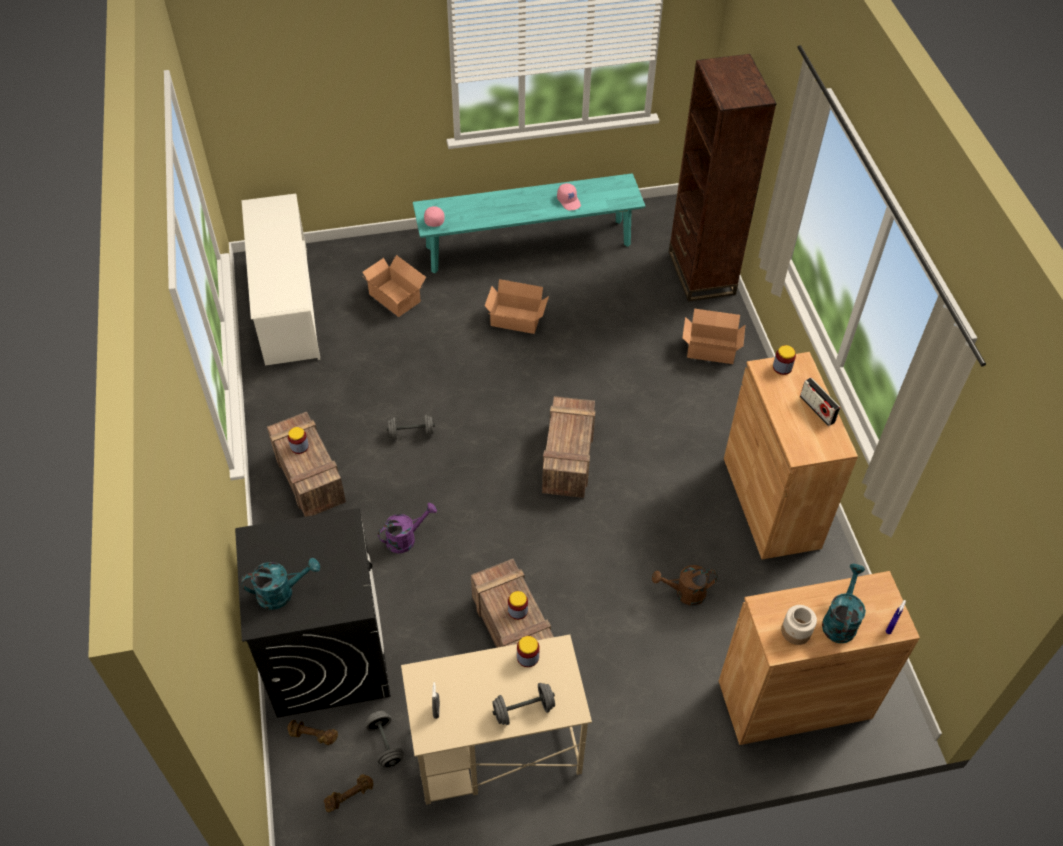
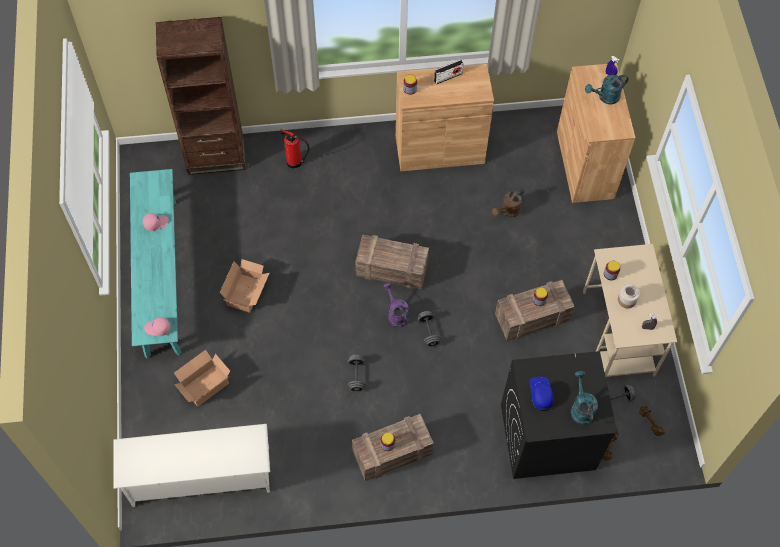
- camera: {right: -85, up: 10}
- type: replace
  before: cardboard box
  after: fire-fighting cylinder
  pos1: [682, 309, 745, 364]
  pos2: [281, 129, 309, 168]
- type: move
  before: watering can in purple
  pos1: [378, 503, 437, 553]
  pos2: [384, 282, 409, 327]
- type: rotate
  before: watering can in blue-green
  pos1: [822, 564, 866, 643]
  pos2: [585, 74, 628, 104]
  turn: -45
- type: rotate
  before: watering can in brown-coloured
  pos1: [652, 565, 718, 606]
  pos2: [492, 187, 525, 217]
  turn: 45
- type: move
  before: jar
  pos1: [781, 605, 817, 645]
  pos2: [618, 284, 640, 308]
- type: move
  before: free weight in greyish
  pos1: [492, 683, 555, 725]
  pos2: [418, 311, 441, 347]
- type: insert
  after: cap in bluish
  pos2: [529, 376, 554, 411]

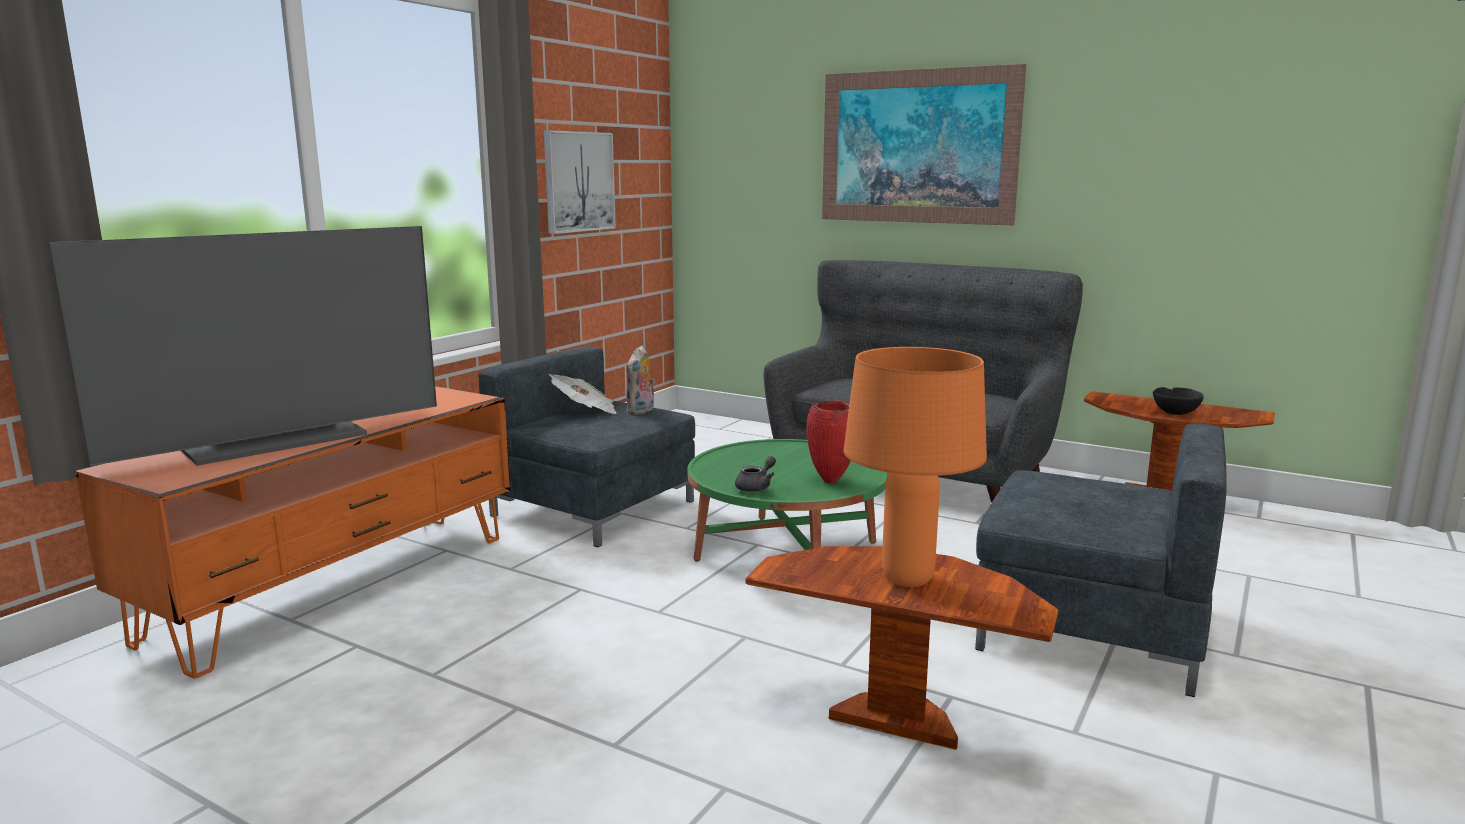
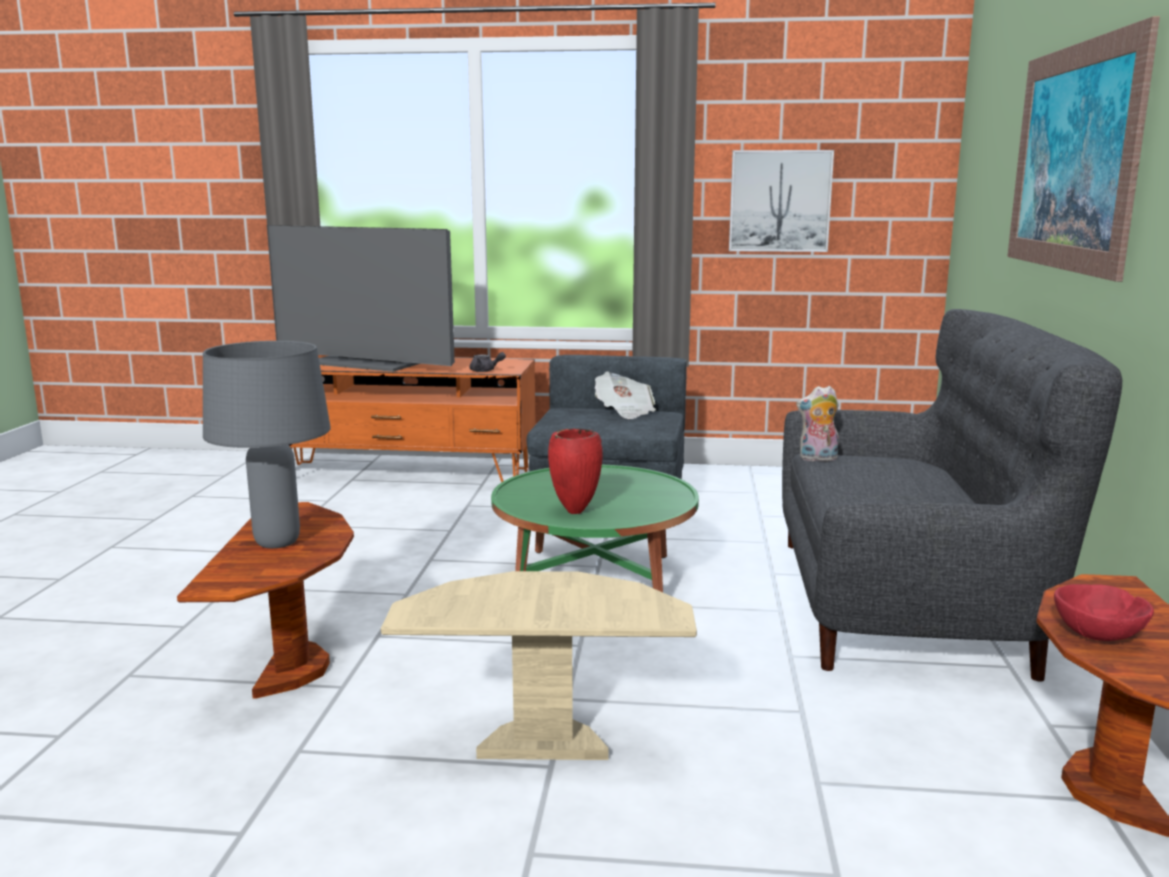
- camera: {right: 65, up: 0}
- type: move
  before: cuddly toy
  pos1: [626, 345, 655, 415]
  pos2: [796, 386, 839, 462]
- type: recolor
  before: lamp for a table in orange
  after: lamp for a table in greyish
  pos1: [843, 347, 987, 587]
  pos2: [203, 341, 331, 548]
- type: recolor
  before: deep dish in black-coloured
  after: deep dish in reddish
  pos1: [1153, 387, 1204, 415]
  pos2: [1054, 584, 1154, 641]
- type: replace
  before: armchair in greyish
  after: accent table in beige-coloured
  pos1: [975, 423, 1227, 697]
  pos2: [381, 571, 697, 760]
- type: move
  before: tea pot in greyish
  pos1: [735, 456, 776, 492]
  pos2: [470, 352, 506, 372]

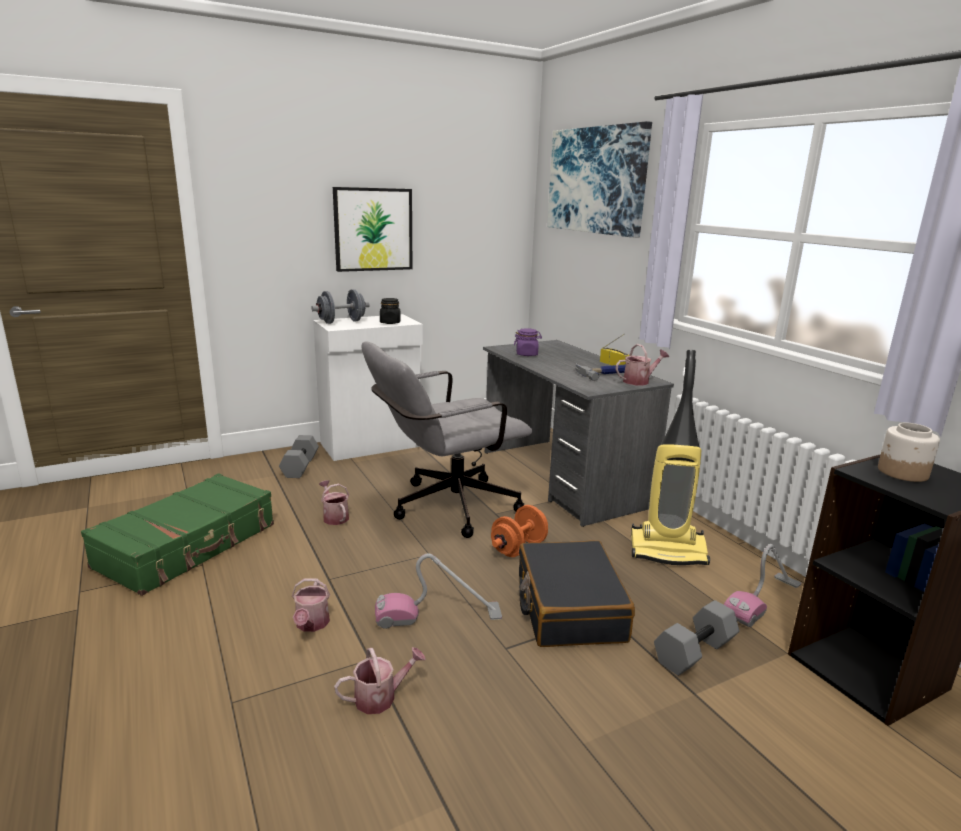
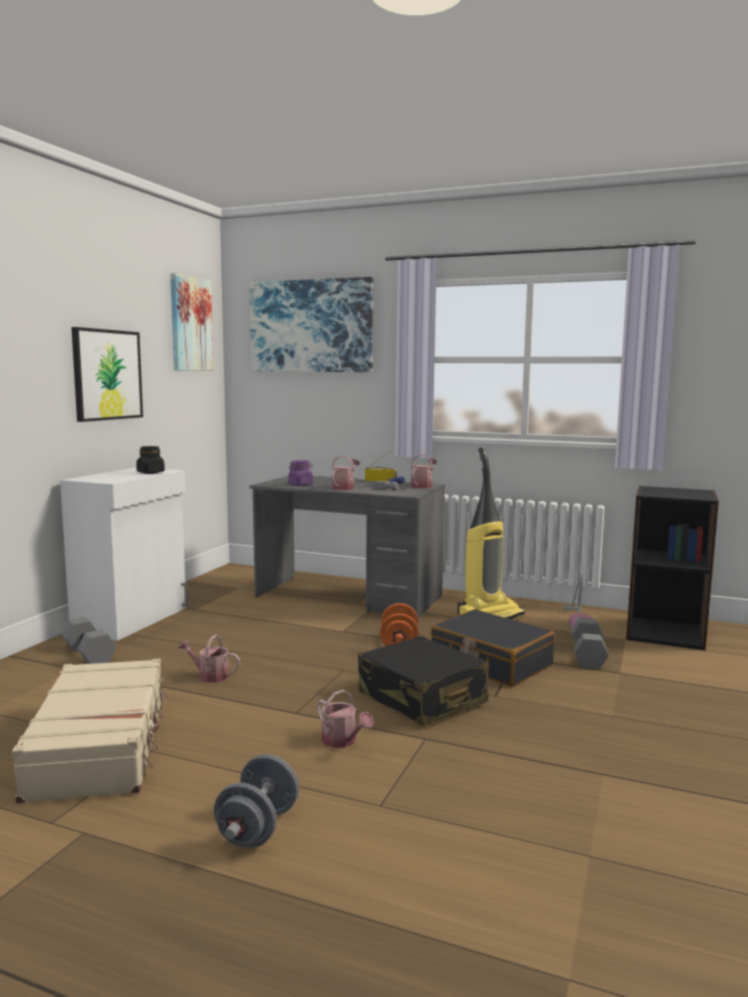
- camera: {right: -40, up: -10}
- type: move
  before: free weight in greyish
  pos1: [311, 289, 370, 324]
  pos2: [214, 754, 299, 848]
- type: delete
  before: desk chair in greyish
  pos1: [362, 341, 532, 538]
- type: delete
  before: jar
  pos1: [878, 423, 940, 482]
- type: recolor
  before: suitcase in green
  after: suitcase in beige-coloured
  pos1: [81, 473, 274, 596]
  pos2: [12, 659, 169, 804]
- type: replace
  before: vacuum cleaner
  after: suitcase in black-coloured
  pos1: [375, 553, 502, 629]
  pos2: [358, 636, 489, 726]
- type: move
  before: watering can
  pos1: [334, 647, 426, 714]
  pos2: [332, 455, 360, 490]
- type: insert
  after: wall art
  pos2: [170, 273, 214, 371]

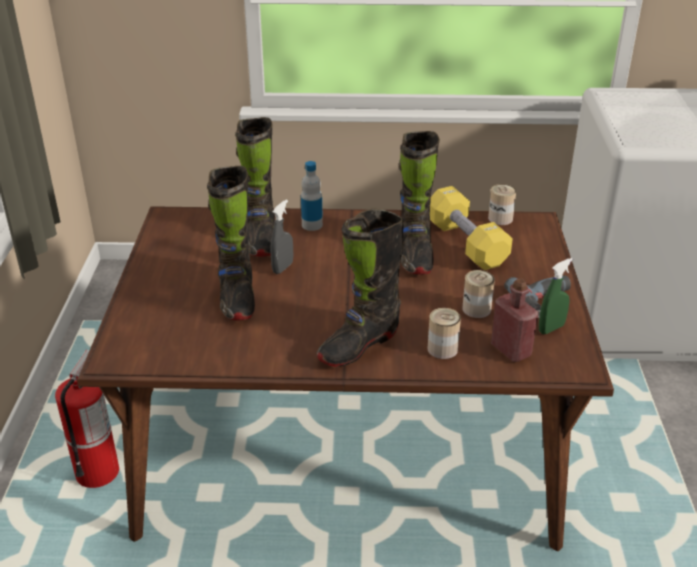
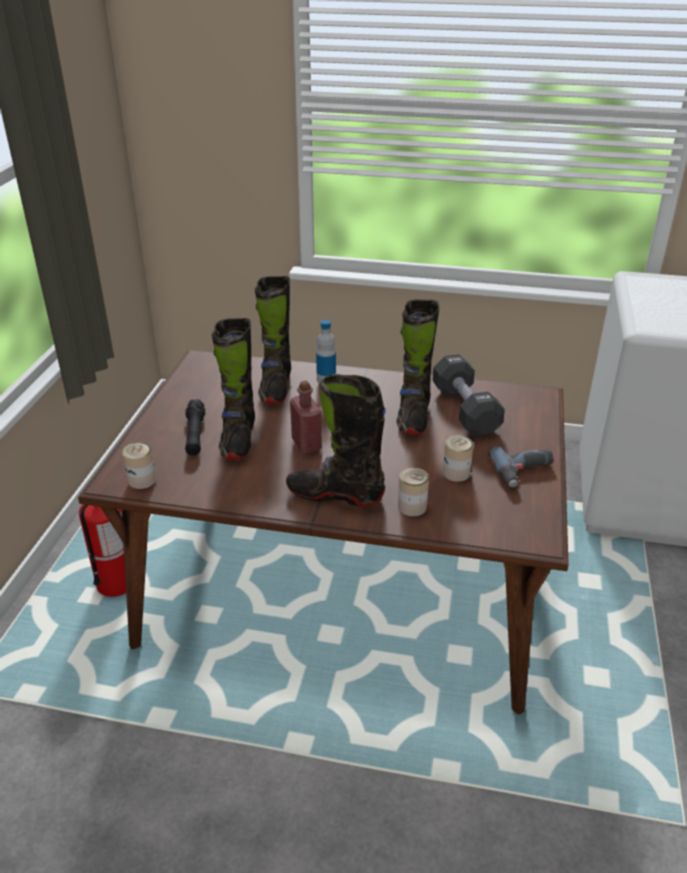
- camera: {right: 10, up: 0}
- type: move
  before: metal can
  pos1: [488, 184, 516, 225]
  pos2: [122, 442, 156, 489]
- type: recolor
  before: free weight in yellow-coloured
  after: free weight in black-coloured
  pos1: [430, 186, 513, 270]
  pos2: [433, 354, 505, 437]
- type: delete
  before: spray bottle in greyish
  pos1: [270, 200, 293, 274]
- type: rotate
  before: tall boot in black-coloured
  pos1: [317, 209, 403, 367]
  pos2: [286, 374, 386, 506]
  turn: 45
- type: delete
  before: spray bottle in green
  pos1: [539, 258, 573, 334]
- type: move
  before: drink bottle in reddish
  pos1: [491, 278, 539, 362]
  pos2: [290, 380, 322, 454]
- type: insert
  after: torch in black-coloured
  pos2: [185, 399, 205, 456]

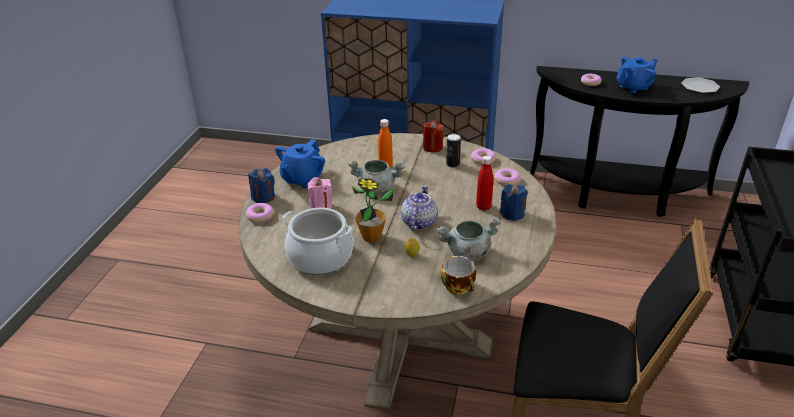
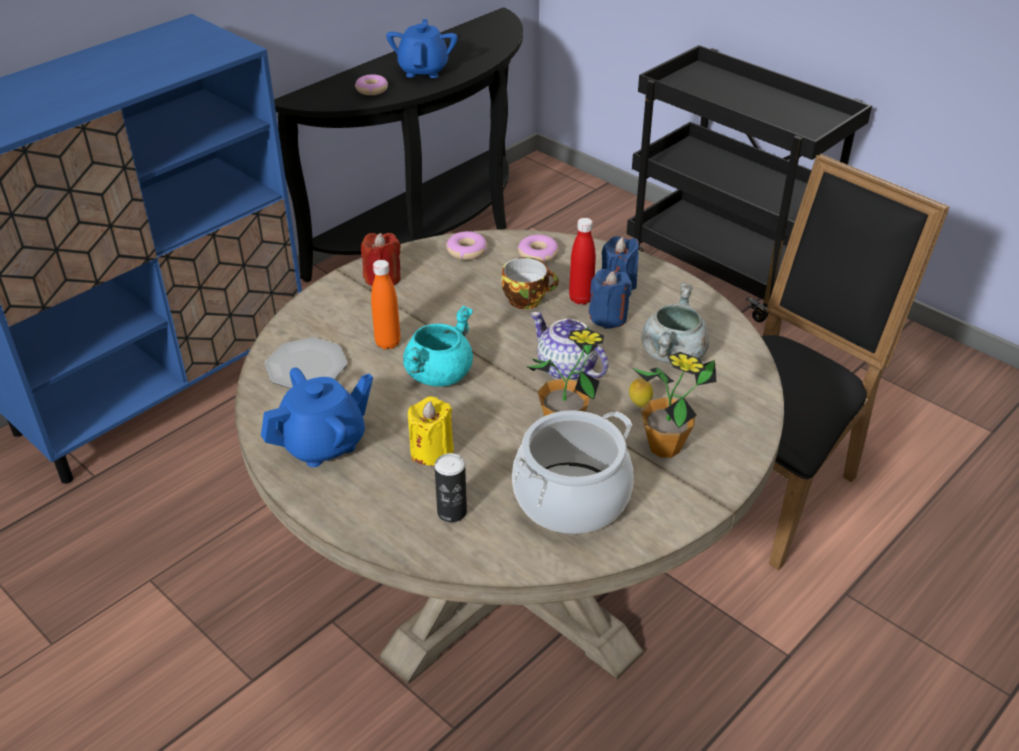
- camera: {right: -60, up: 5}
- type: move
  before: dinner plate
  pos1: [681, 77, 720, 93]
  pos2: [264, 337, 348, 389]
- type: move
  before: metal can
  pos1: [446, 134, 461, 167]
  pos2: [434, 453, 467, 522]
- type: rotate
  before: tea pot in bluish
  pos1: [275, 139, 325, 188]
  pos2: [261, 368, 373, 467]
  turn: -90
- type: recolor
  before: saucepot in greyish
  after: saucepot in blue-green
  pos1: [348, 160, 405, 194]
  pos2: [403, 306, 473, 387]
- type: move
  before: wax light in bluish
  pos1: [248, 168, 275, 203]
  pos2: [589, 269, 632, 329]
- type: recolor
  before: wax light in pink
  after: wax light in yellow-coloured
  pos1: [307, 177, 332, 209]
  pos2: [408, 396, 454, 466]
- type: delete
  before: donut
  pos1: [246, 203, 274, 223]
- type: move
  before: drinking cup
  pos1: [441, 256, 476, 295]
  pos2: [501, 257, 559, 309]
- type: insert
  after: houseplant
  pos2: [632, 352, 717, 458]

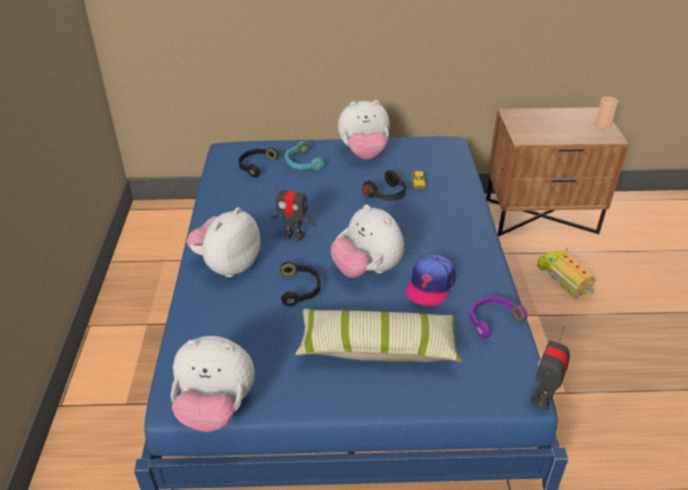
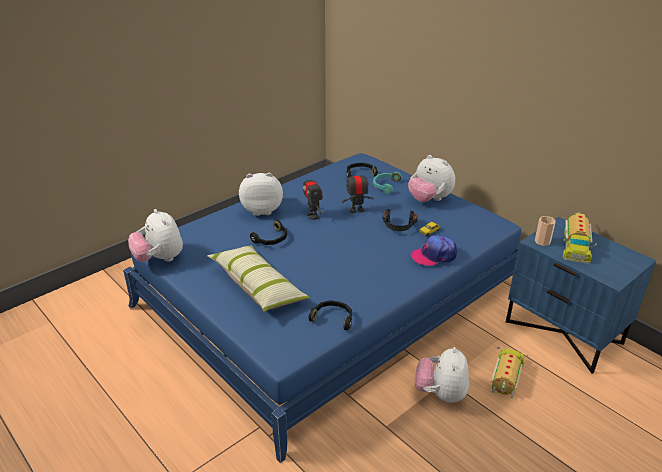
- camera: {right: 50, up: -5}
- type: move
  before: drinking cup
  pos1: [595, 97, 618, 129]
  pos2: [535, 216, 556, 246]
- type: recolor
  before: night table in brown-coloured
  after: night table in bluish
  pos1: [486, 107, 629, 236]
  pos2: [506, 217, 656, 374]
- type: move
  before: cuddly toy
  pos1: [331, 204, 404, 278]
  pos2: [415, 347, 469, 403]
- type: move
  before: cap
  pos1: [405, 254, 456, 306]
  pos2: [411, 235, 457, 266]
- type: recolor
  before: headset in purple
  after: headset in black-coloured
  pos1: [469, 296, 527, 339]
  pos2: [309, 300, 352, 330]
- type: move
  before: robot figure
  pos1: [531, 327, 570, 410]
  pos2: [341, 170, 374, 213]
- type: insert
  after: toy truck
  pos2: [563, 212, 597, 264]

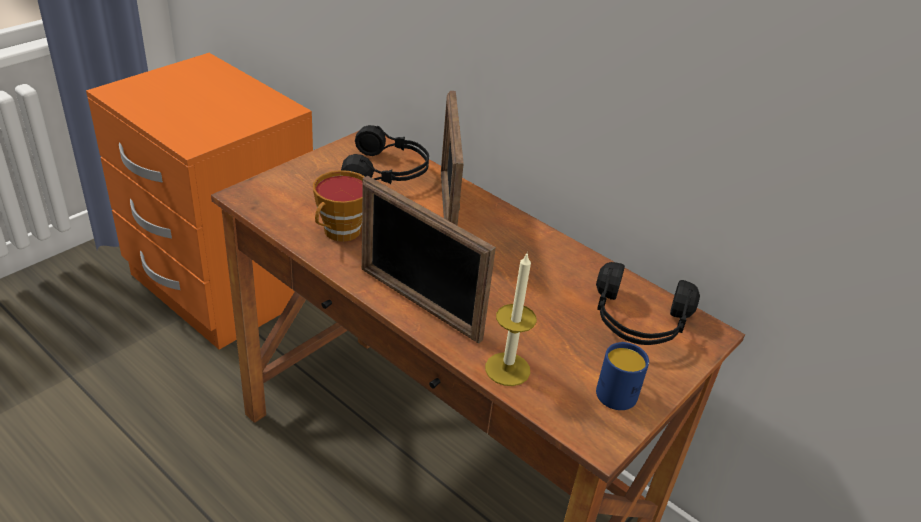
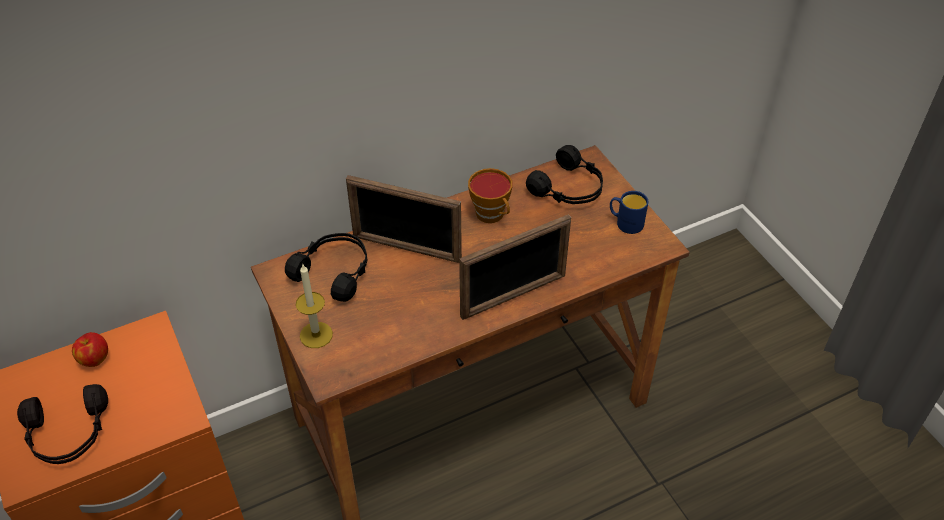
- camera: {right: -65, up: 10}
- type: move
  before: drinking cup
  pos1: [313, 170, 365, 242]
  pos2: [468, 168, 513, 223]
- type: move
  before: wax light
  pos1: [485, 252, 537, 386]
  pos2: [296, 265, 333, 348]
- type: insert
  after: apple
  pos2: [72, 332, 108, 367]
- type: insert
  after: headset in black-coloured
  pos2: [17, 384, 108, 464]

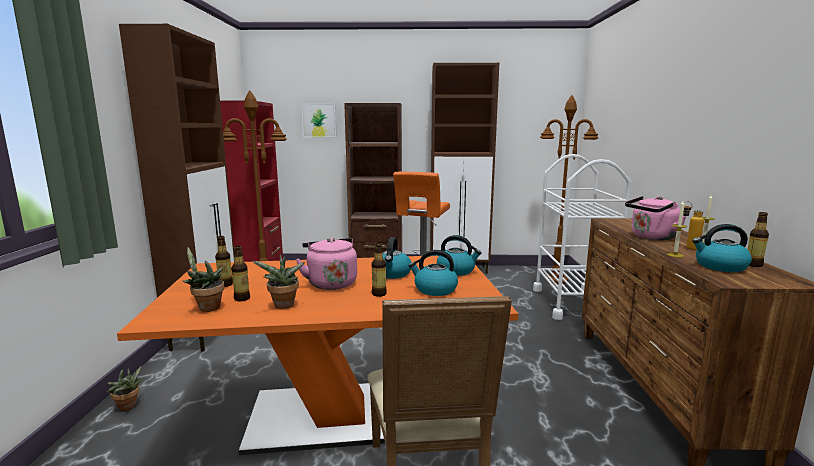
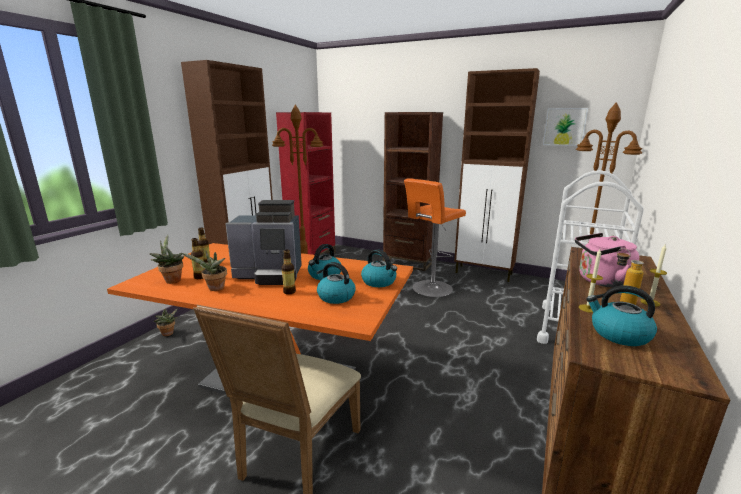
- camera: {right: 25, up: 5}
- type: move
  before: wall art
  pos1: [301, 103, 337, 138]
  pos2: [543, 108, 588, 146]
- type: delete
  before: drink bottle
  pos1: [748, 212, 769, 267]
- type: replace
  before: kettle in pink
  after: coffee machine
  pos1: [296, 238, 357, 290]
  pos2: [225, 200, 302, 285]

